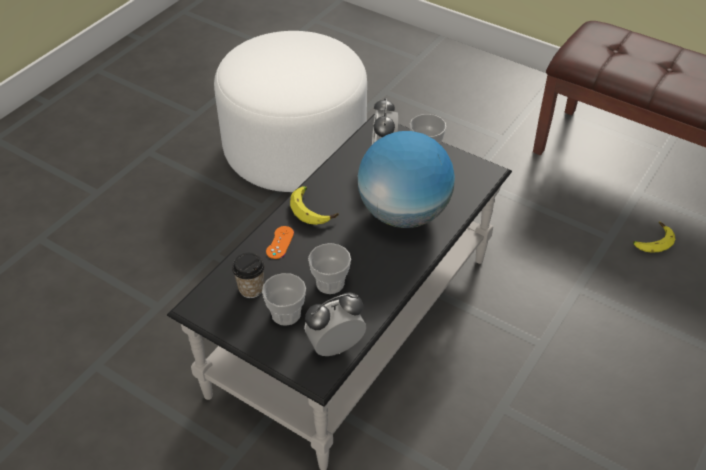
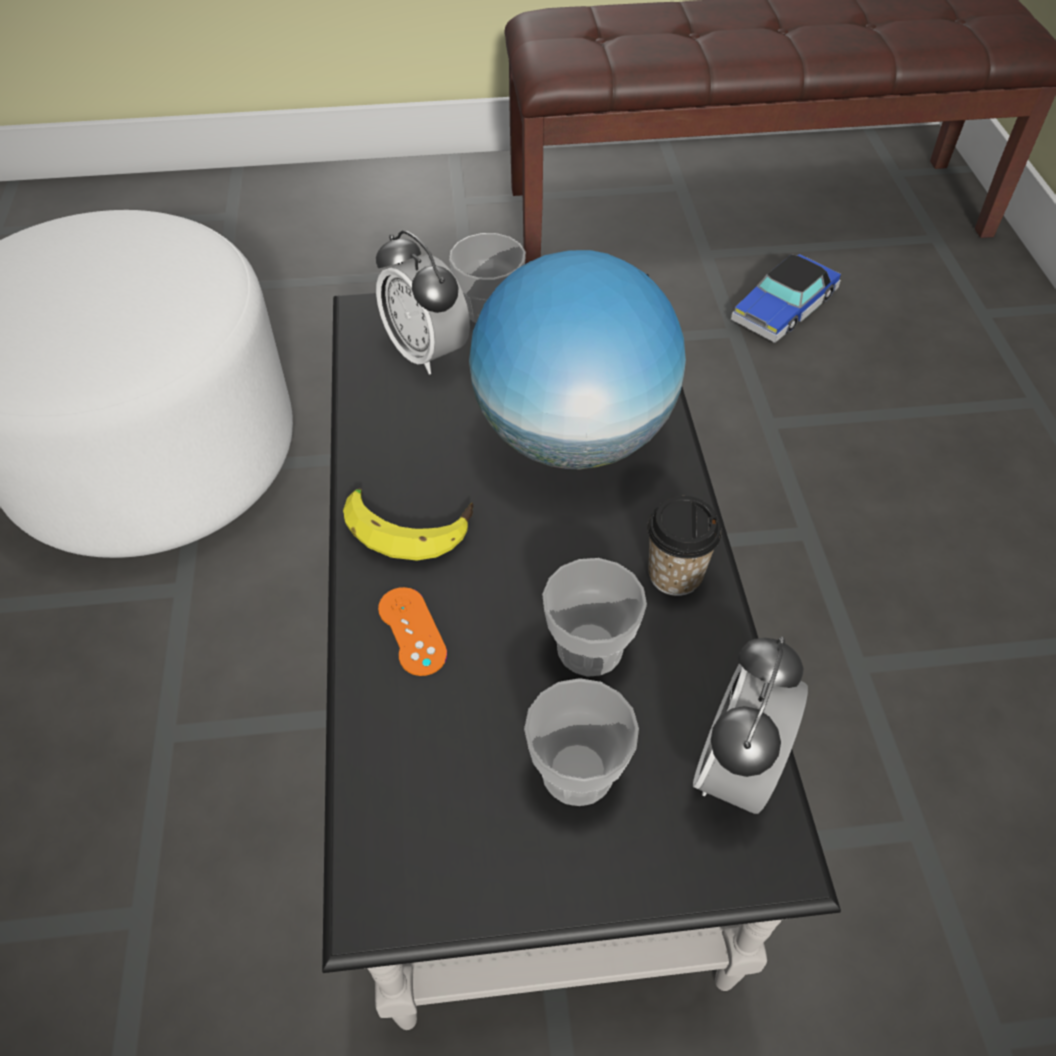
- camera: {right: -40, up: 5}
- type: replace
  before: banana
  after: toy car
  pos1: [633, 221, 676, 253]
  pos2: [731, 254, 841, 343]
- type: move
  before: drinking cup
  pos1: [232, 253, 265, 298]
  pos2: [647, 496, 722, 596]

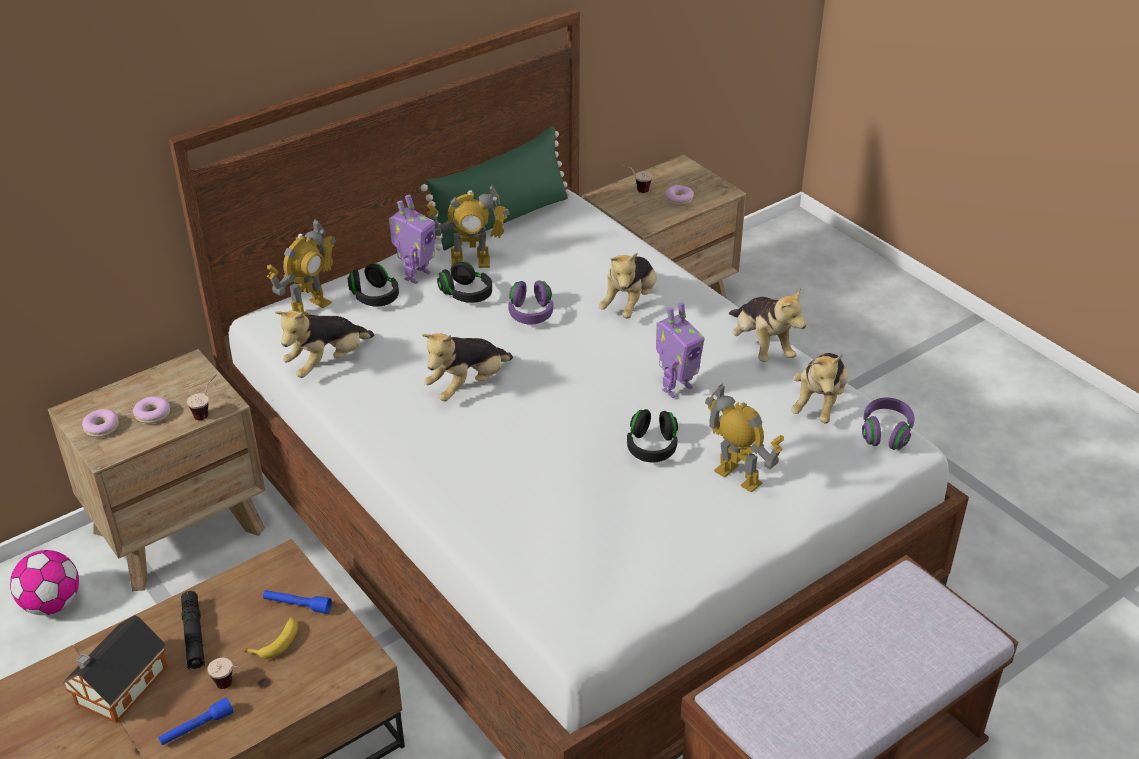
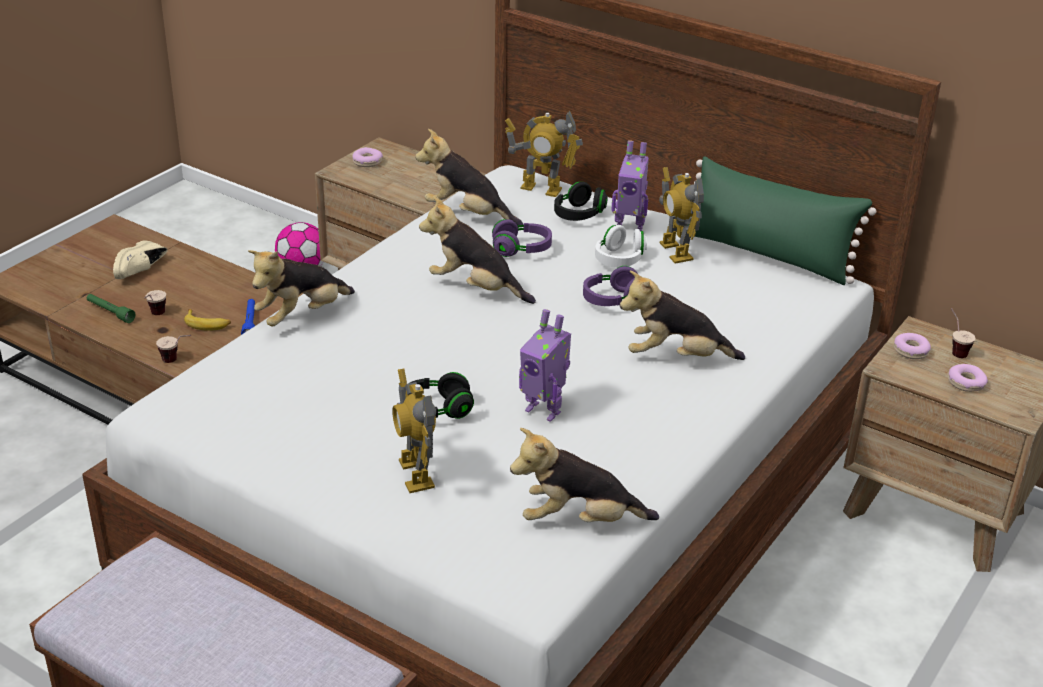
- camera: {right: 70, up: -5}
- type: recolor
  before: headset in black-coloured
  after: headset in white-coloured
  pos1: [437, 261, 492, 303]
  pos2: [595, 225, 647, 268]
- type: move
  before: cuddly toy
  pos1: [729, 289, 807, 362]
  pos2: [248, 250, 355, 326]
- type: move
  before: drinking cup
  pos1: [187, 374, 217, 420]
  pos2: [156, 335, 191, 363]
- type: rotate
  before: robot figure
  pos1: [705, 383, 784, 493]
  pos2: [392, 368, 436, 493]
  turn: 135
- type: move
  before: donut
  pos1: [133, 396, 170, 424]
  pos2: [894, 333, 931, 359]
- type: move
  before: headset in purple
  pos1: [862, 398, 915, 450]
  pos2: [492, 219, 552, 257]
- type: delete
  before: torch in black-coloured
  pos1: [181, 591, 205, 669]
- type: replace
  before: toy house
  after: low shoe in beige-coloured
  pos1: [62, 615, 168, 723]
  pos2: [113, 240, 168, 279]
- type: recolor
  before: torch in bluish
  after: torch in green
  pos1: [158, 697, 234, 745]
  pos2: [87, 294, 135, 323]

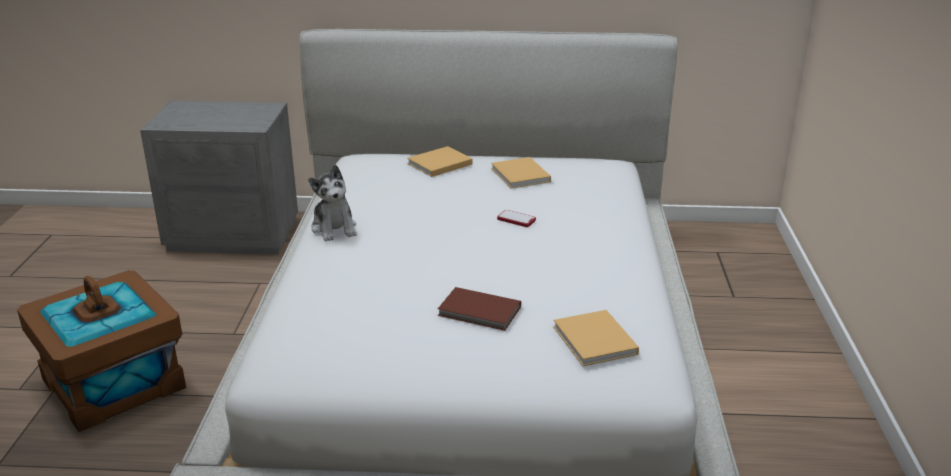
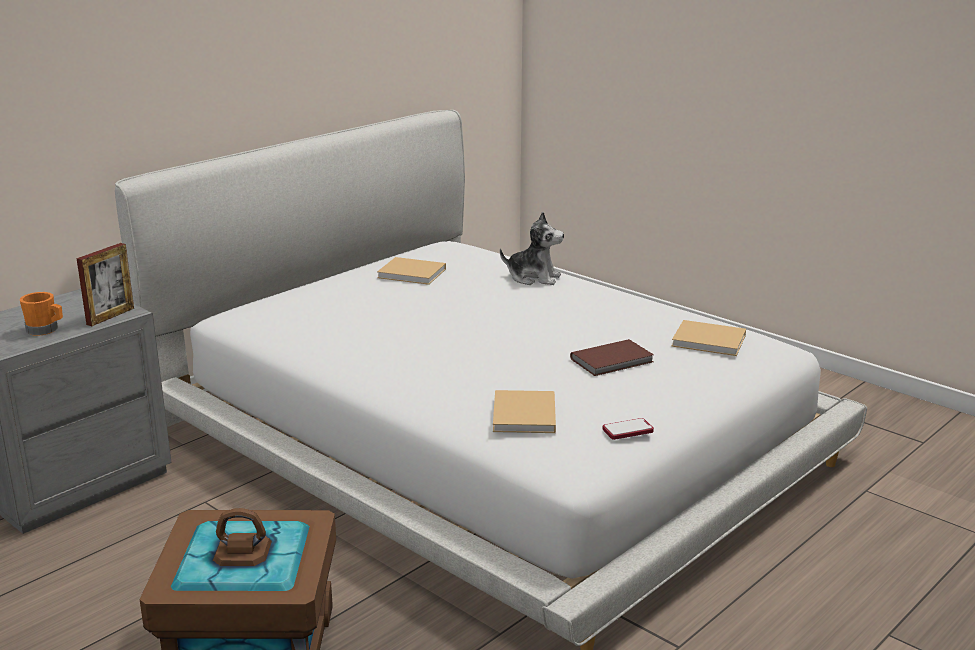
- camera: {right: -50, up: -5}
- type: move
  before: book in beige-coloured
  pos1: [407, 146, 472, 177]
  pos2: [493, 390, 556, 433]
- type: move
  before: cuddly toy
  pos1: [308, 165, 357, 242]
  pos2: [500, 212, 564, 285]
- type: move
  before: telephone
  pos1: [497, 210, 536, 227]
  pos2: [603, 418, 654, 440]
- type: insert
  after: photo frame
  pos2: [76, 243, 134, 326]
- type: insert
  after: coffee mug in orange
  pos2: [20, 292, 63, 336]

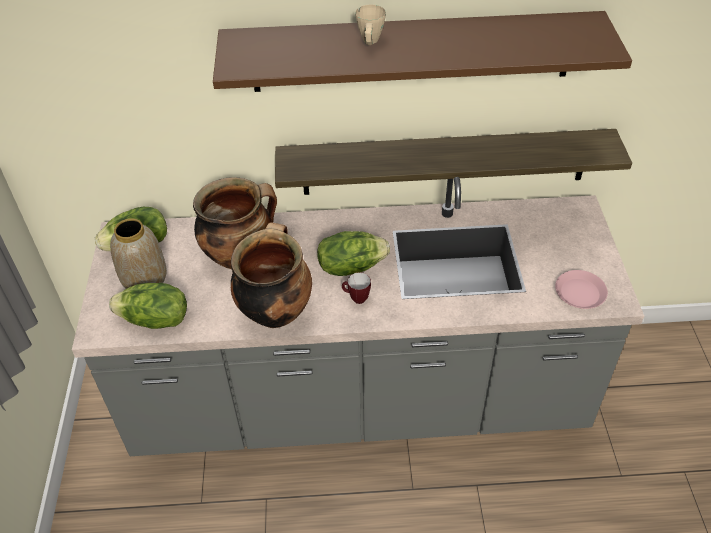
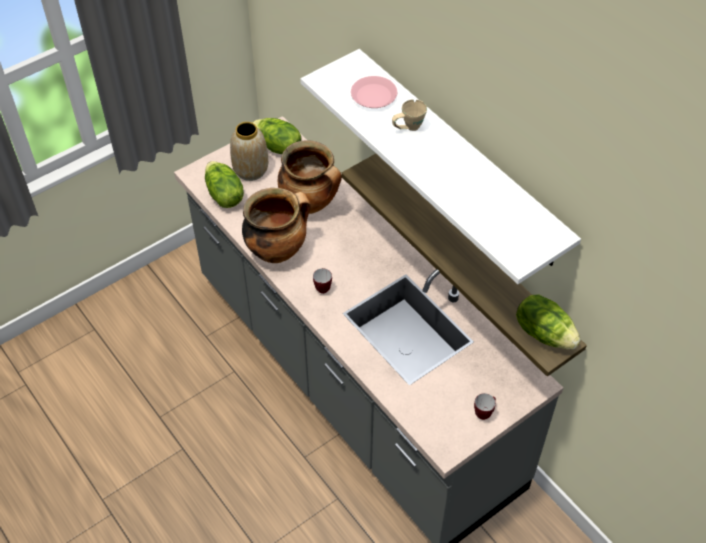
- camera: {right: 55, up: 5}
- type: recolor
  before: shelf in brown-coloured
  after: shelf in white-coloured
  pos1: [213, 11, 632, 92]
  pos2: [300, 49, 581, 284]
- type: move
  before: head of lettuce
  pos1: [317, 231, 390, 276]
  pos2: [516, 294, 581, 350]
- type: move
  before: dinner plate in pink
  pos1: [555, 270, 608, 309]
  pos2: [351, 76, 397, 108]
- type: insert
  after: coffee mug
  pos2: [474, 393, 496, 420]

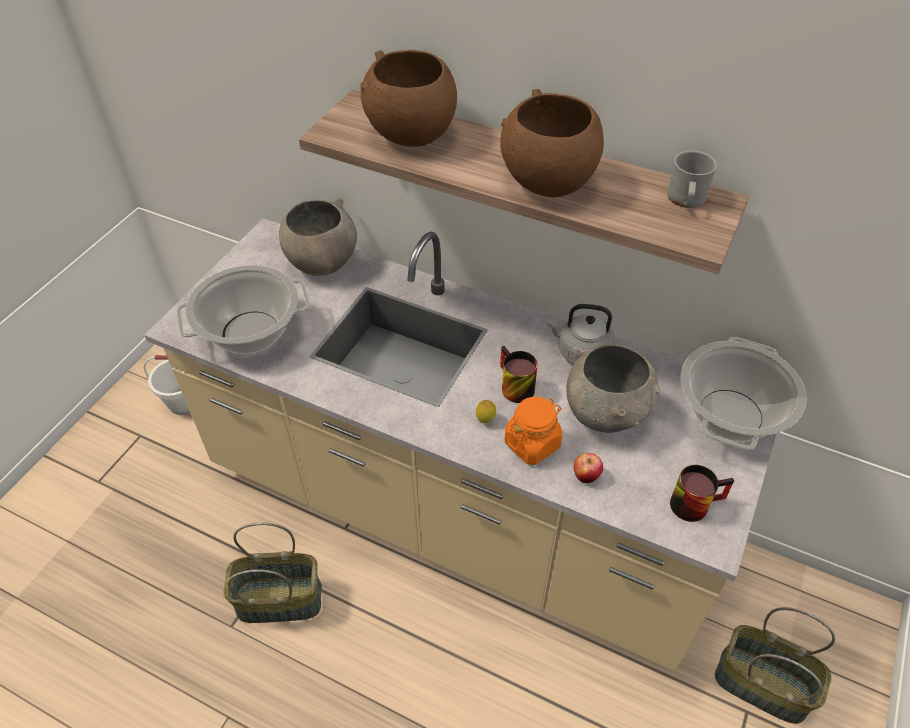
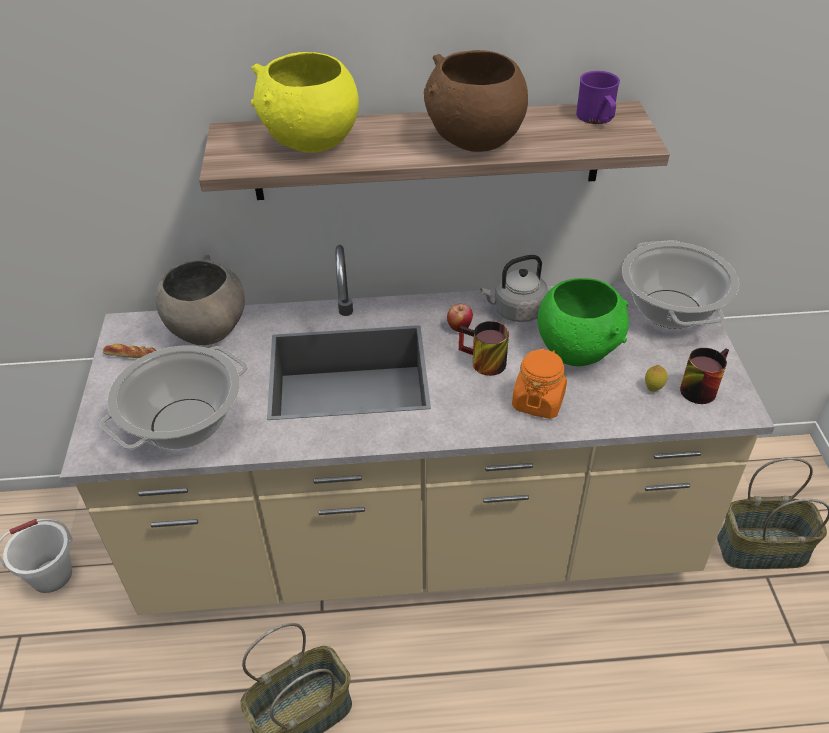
- camera: {right: -30, up: -5}
- type: recolor
  before: deep dish in brown-coloured
  after: deep dish in yellow-coloured
  pos1: [360, 50, 457, 147]
  pos2: [251, 52, 359, 153]
- type: recolor
  before: coffee mug in greyish
  after: coffee mug in purple
  pos1: [667, 150, 717, 208]
  pos2: [576, 71, 620, 124]
- type: recolor
  before: deep dish in greyish
  after: deep dish in green
  pos1: [566, 344, 660, 433]
  pos2: [538, 278, 629, 366]
- type: move
  before: citrus fruit
  pos1: [476, 400, 496, 423]
  pos2: [645, 365, 668, 391]
- type: move
  before: apple
  pos1: [574, 453, 603, 483]
  pos2: [447, 304, 473, 332]
- type: insert
  after: bakery bread
  pos2: [103, 344, 157, 358]

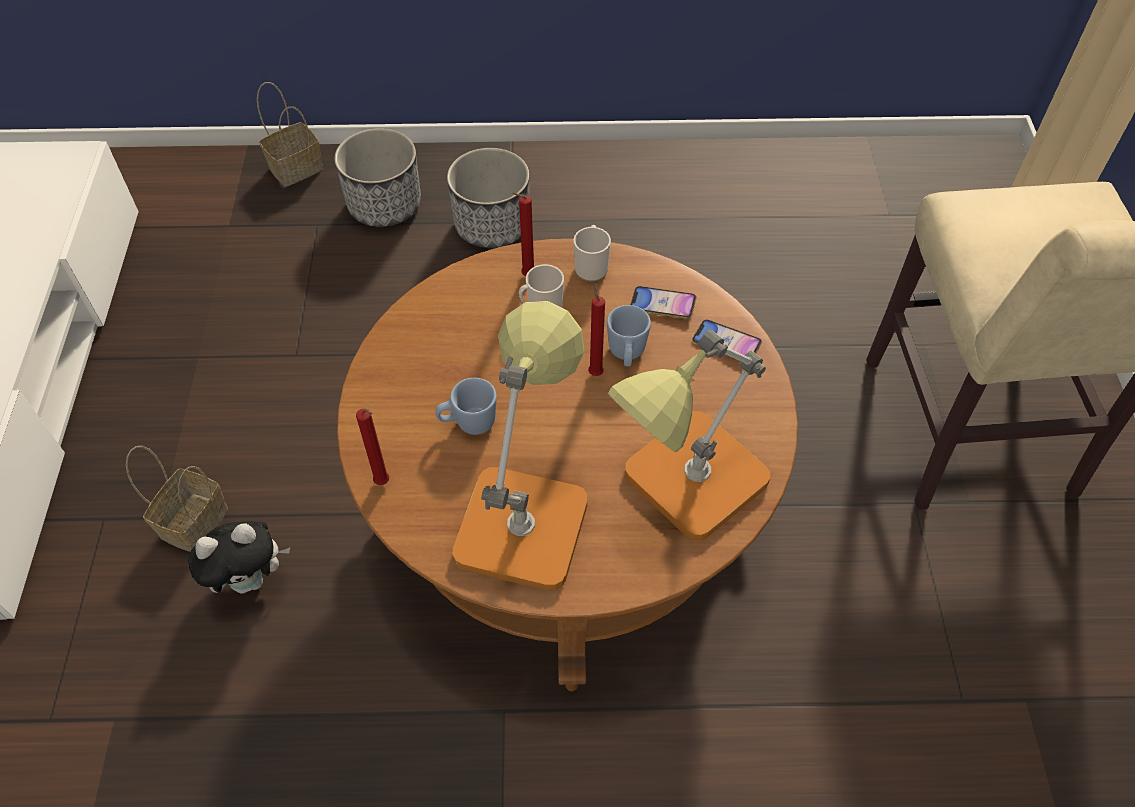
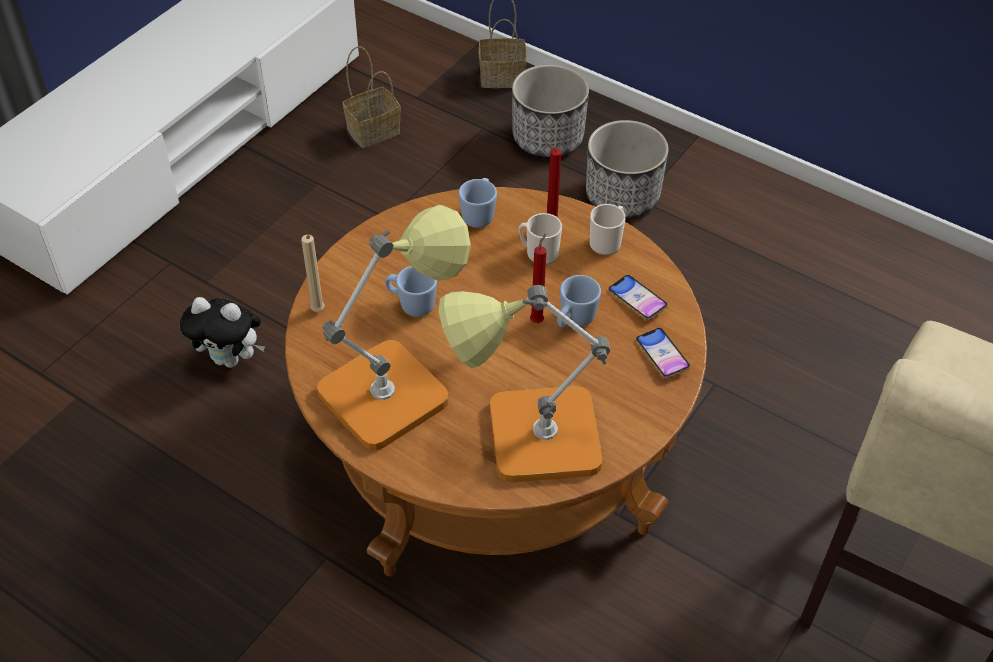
- camera: {right: 35, up: -5}
- type: recolor
  before: wax light in reddish
  after: wax light in beige-coloured
  pos1: [356, 409, 389, 485]
  pos2: [301, 235, 325, 311]
- type: move
  before: basket
  pos1: [126, 446, 228, 552]
  pos2: [342, 46, 401, 148]
- type: insert
  after: coffee mug in bluish
  pos2: [458, 178, 497, 228]

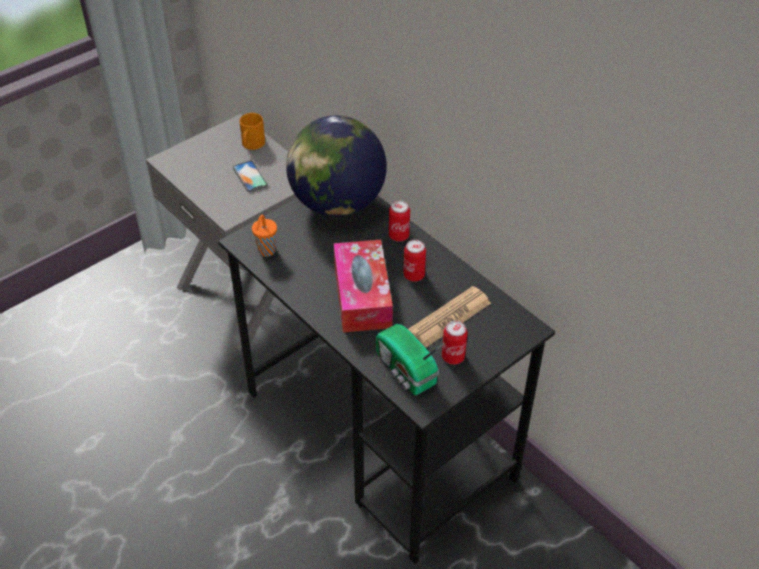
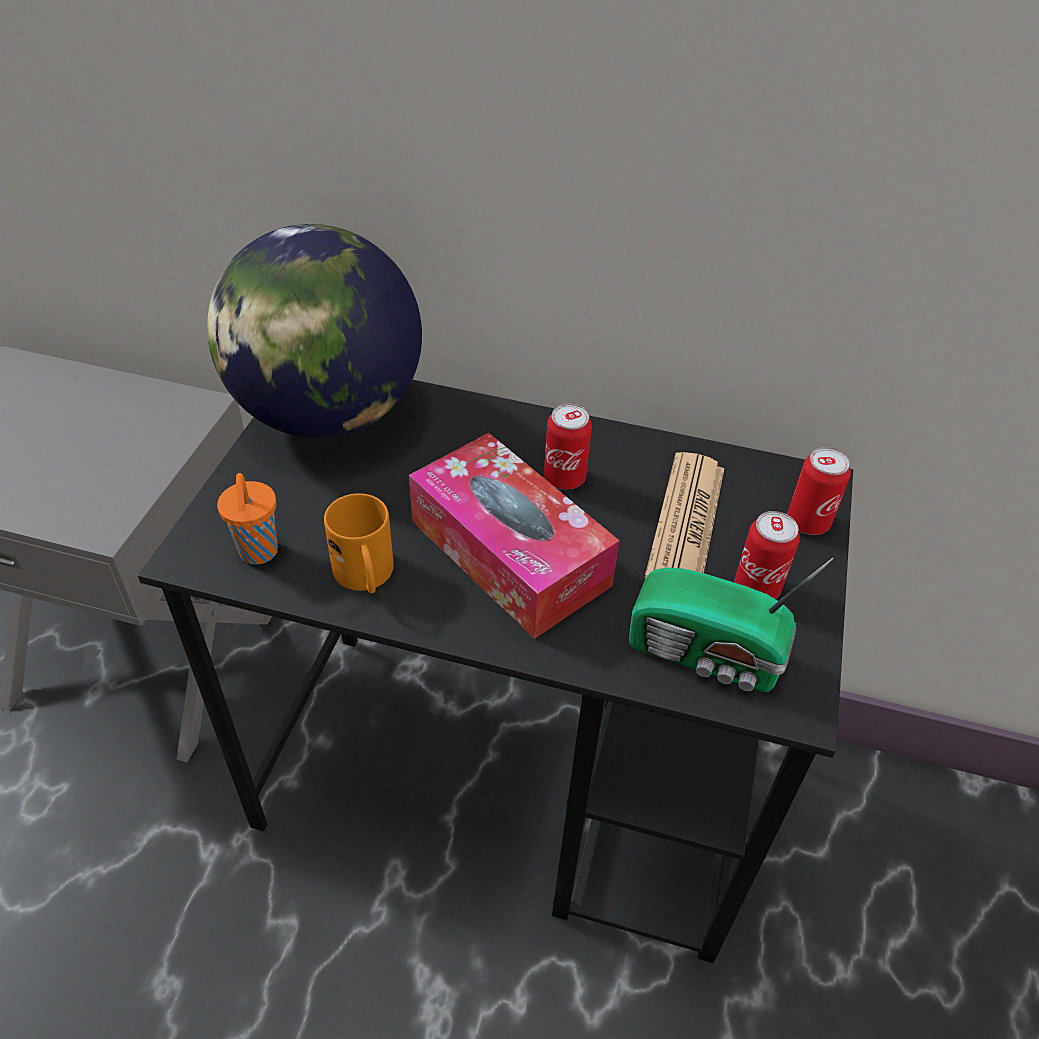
- camera: {right: -35, up: 0}
- type: move
  before: coffee mug in orange
  pos1: [240, 113, 265, 150]
  pos2: [324, 493, 394, 593]
- type: delete
  before: telephone
  pos1: [233, 160, 268, 192]
- type: move
  before: metal can
  pos1: [389, 200, 410, 242]
  pos2: [787, 447, 851, 535]

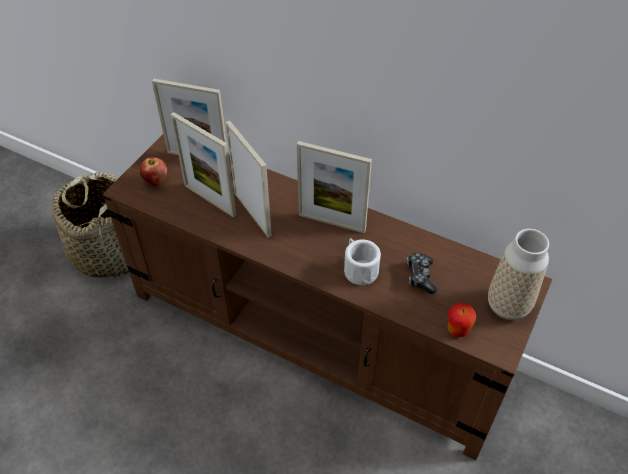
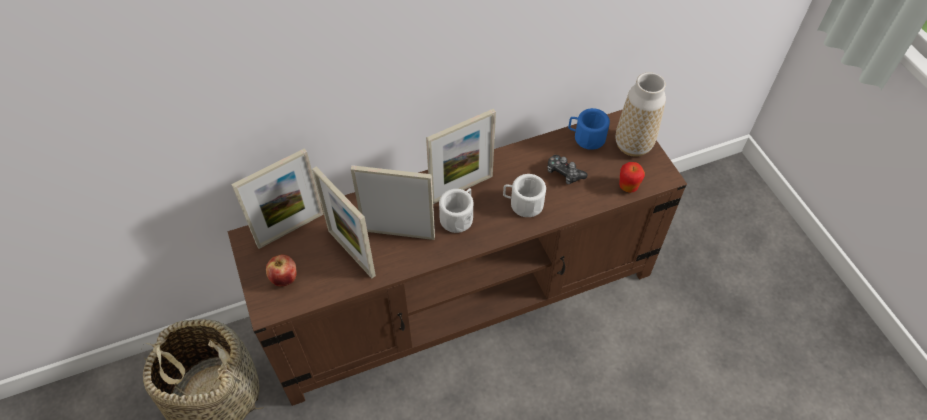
- camera: {right: -50, up: 5}
- type: rotate
  before: photo frame
  pos1: [170, 112, 236, 217]
  pos2: [312, 167, 376, 278]
  turn: 60
- type: insert
  after: coffee mug in bluish
  pos2: [568, 108, 610, 150]
- type: insert
  after: coffee mug in white-coloured
  pos2: [439, 188, 473, 233]

